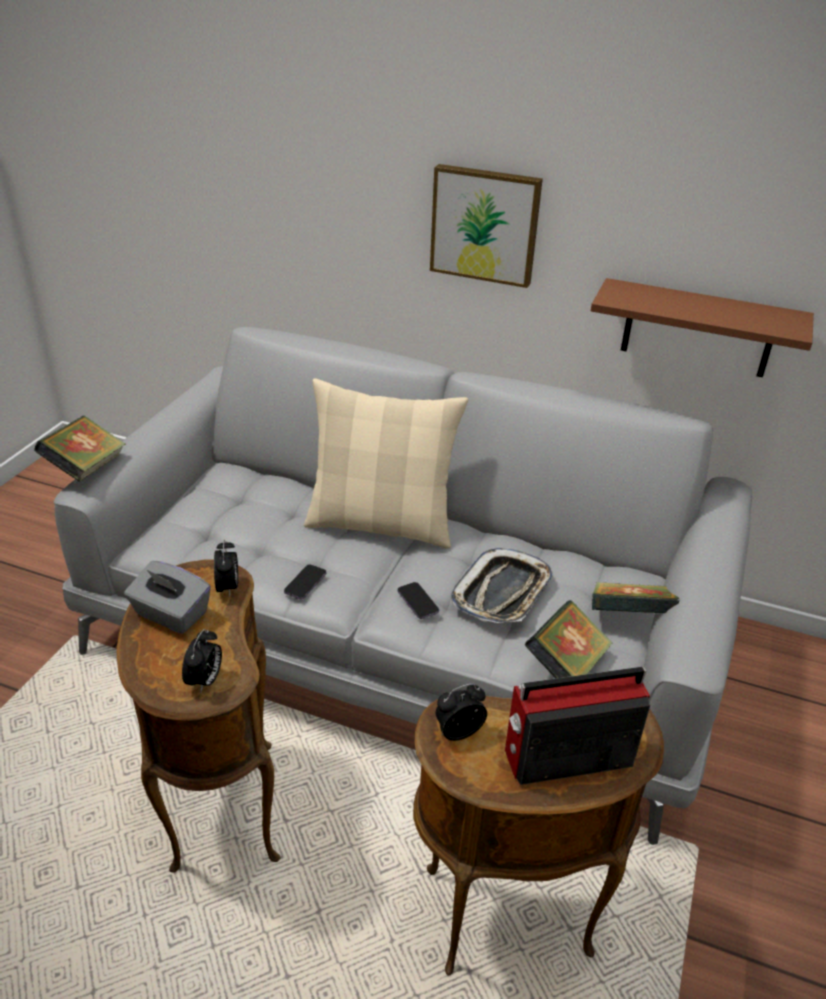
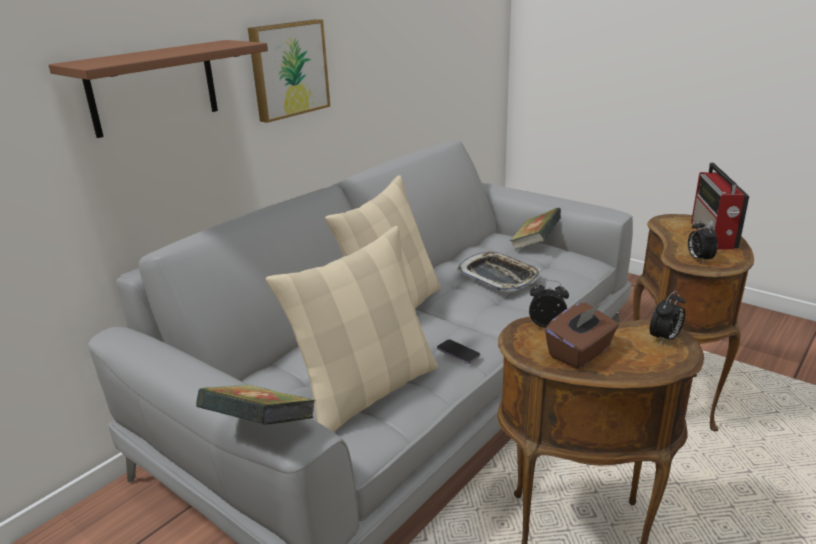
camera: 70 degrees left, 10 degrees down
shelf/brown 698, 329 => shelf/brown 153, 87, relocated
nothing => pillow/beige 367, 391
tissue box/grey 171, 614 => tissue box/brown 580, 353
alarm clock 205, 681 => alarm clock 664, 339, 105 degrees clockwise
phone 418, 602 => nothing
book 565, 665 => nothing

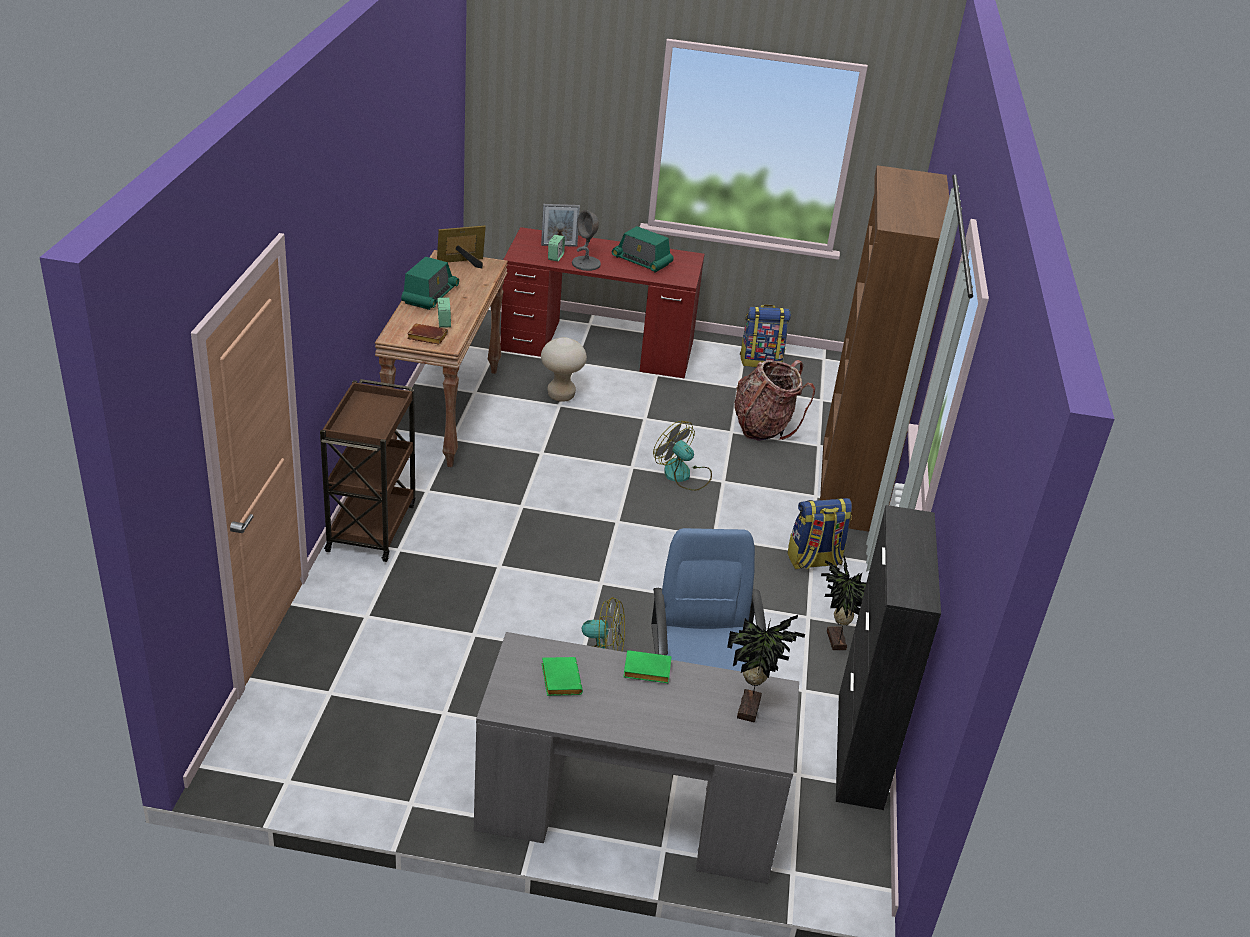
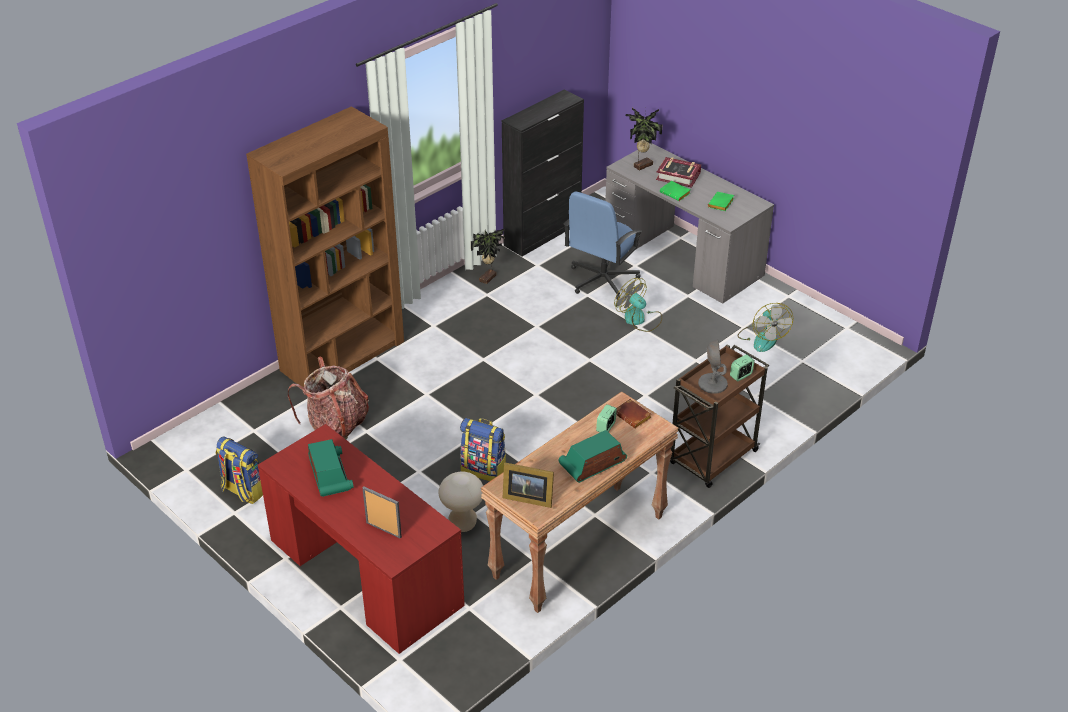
camera: 140 degrees left, 5 degrees up
backpack 814, 561 => backpack 484, 469, relocated
nothing => book 678, 176
table lamp/grey 586, 264 => table lamp/grey 712, 383, relocated
alarm clock 555, 257 => alarm clock 741, 375, relocated
fan 683, 475 => fan 762, 338, relocated

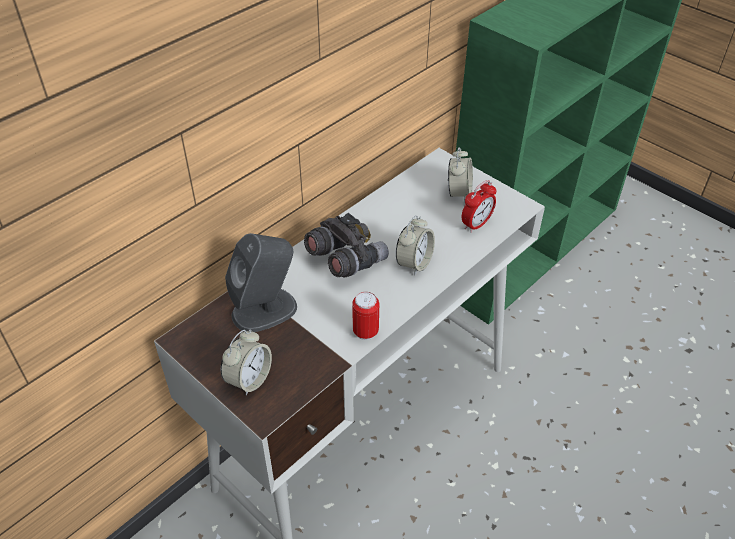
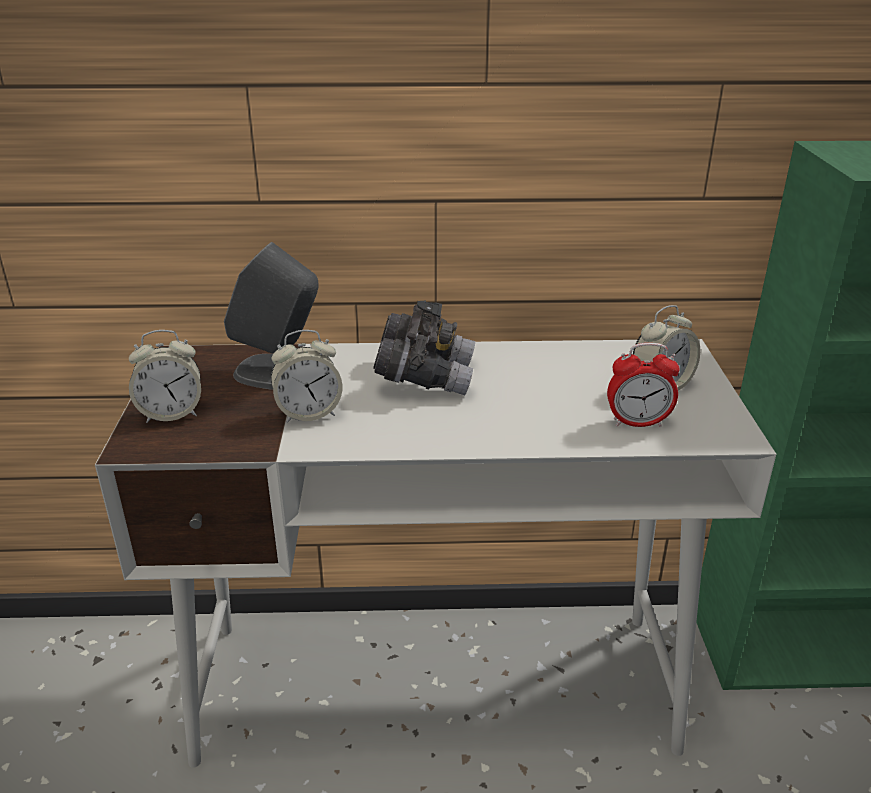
camera: 45 degrees right, 15 degrees down
alarm clock 414, 263 => alarm clock 308, 413, relocated
can 365, 332 => nothing

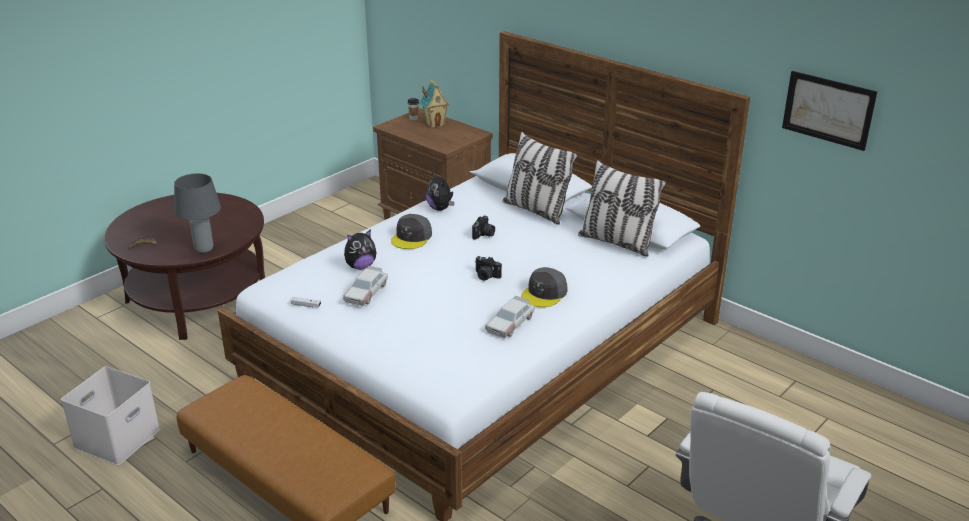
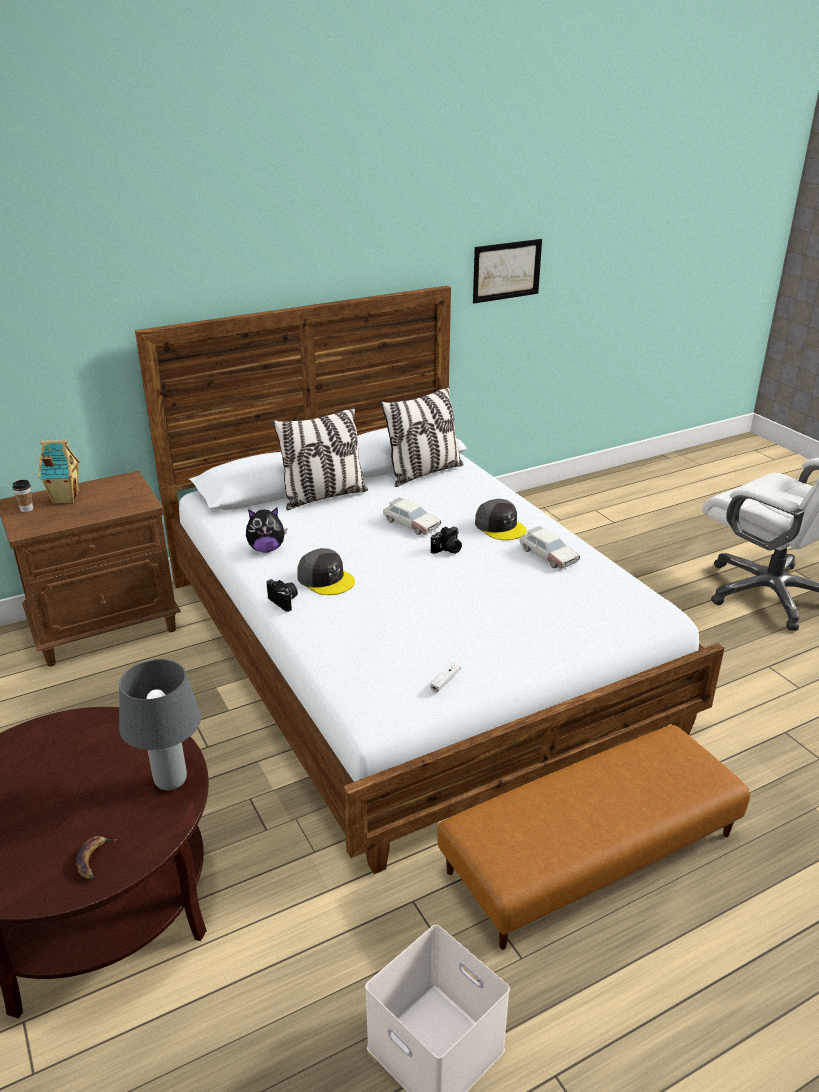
camera: 70 degrees left, 0 degrees up
photo camera 484, 235 => photo camera 285, 601, relocated
toy car 366, 292 => toy car 411, 523, relocated
plush toy 360, 266 => nothing

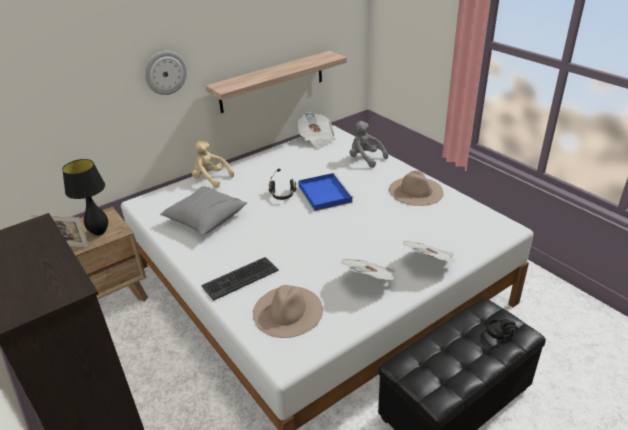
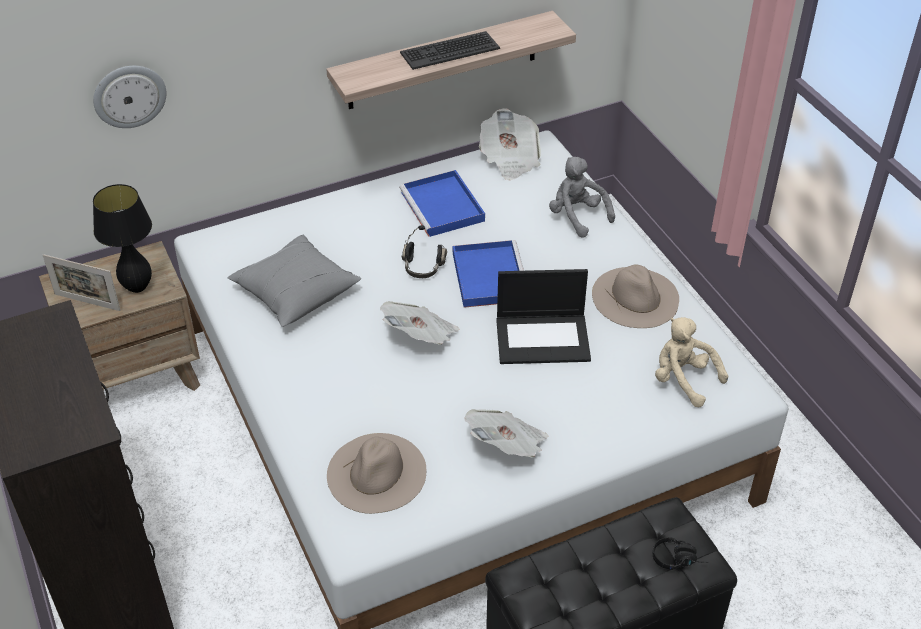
camera: 10 degrees right, 10 degrees up
wall clock 165, 72 => wall clock 129, 95, relocated
newspaper 430, 262 => newspaper 421, 337, relocated
nothing => tray/blue 443, 207
keyboard 240, 278 => keyboard 449, 51, relocated
nothing => laptop 543, 338
plush toy/beige 211, 179 => plush toy/beige 683, 379, relocated

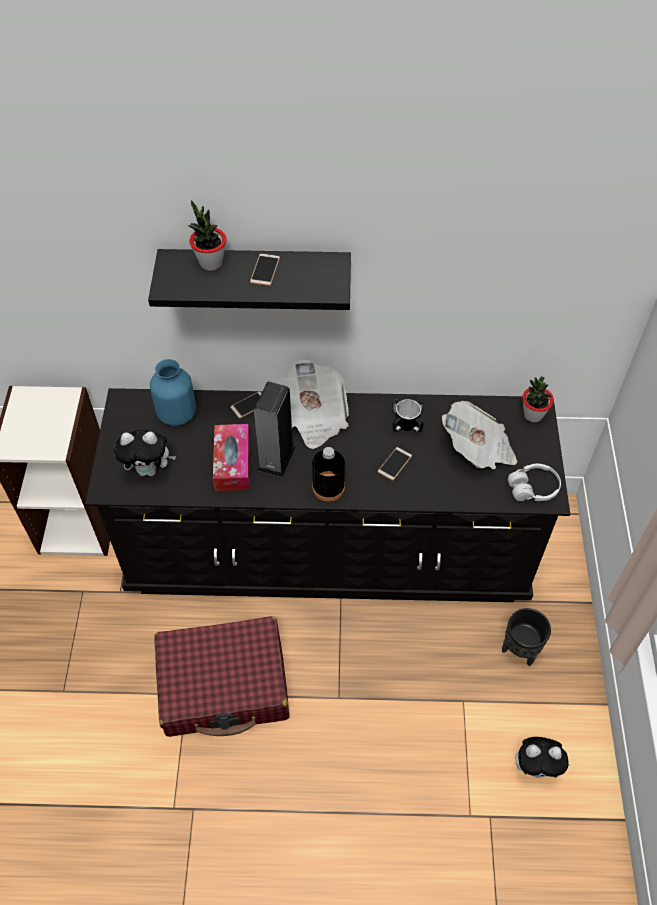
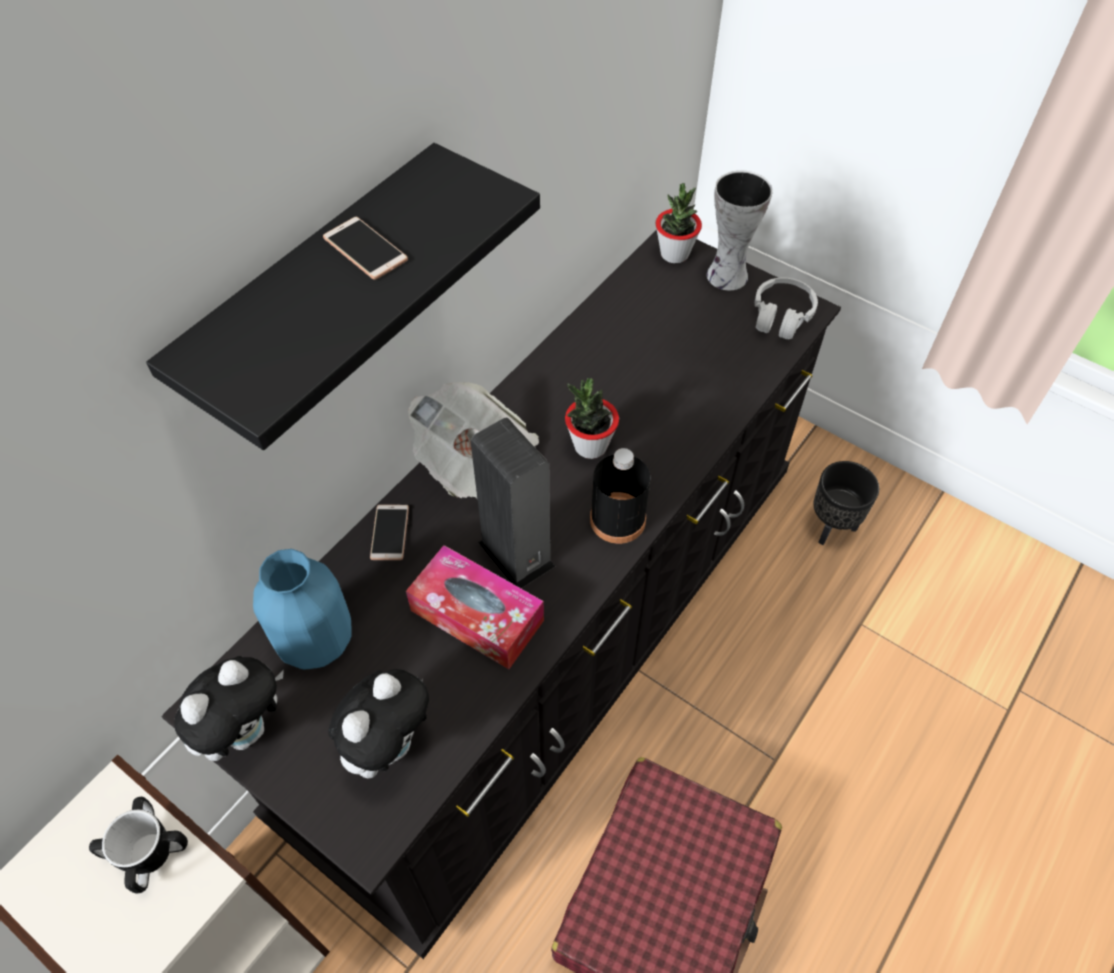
camera: 55 degrees left, 0 degrees up
mug 406, 424 => mug 149, 852, relocated
plush toy 536, 767 => plush toy 246, 730, relocated
potted plant 210, 263 => potted plant 590, 446, relocated
nothing => vase 725, 275
phone 394, 464 => nothing
newspaper 478, 449 => nothing

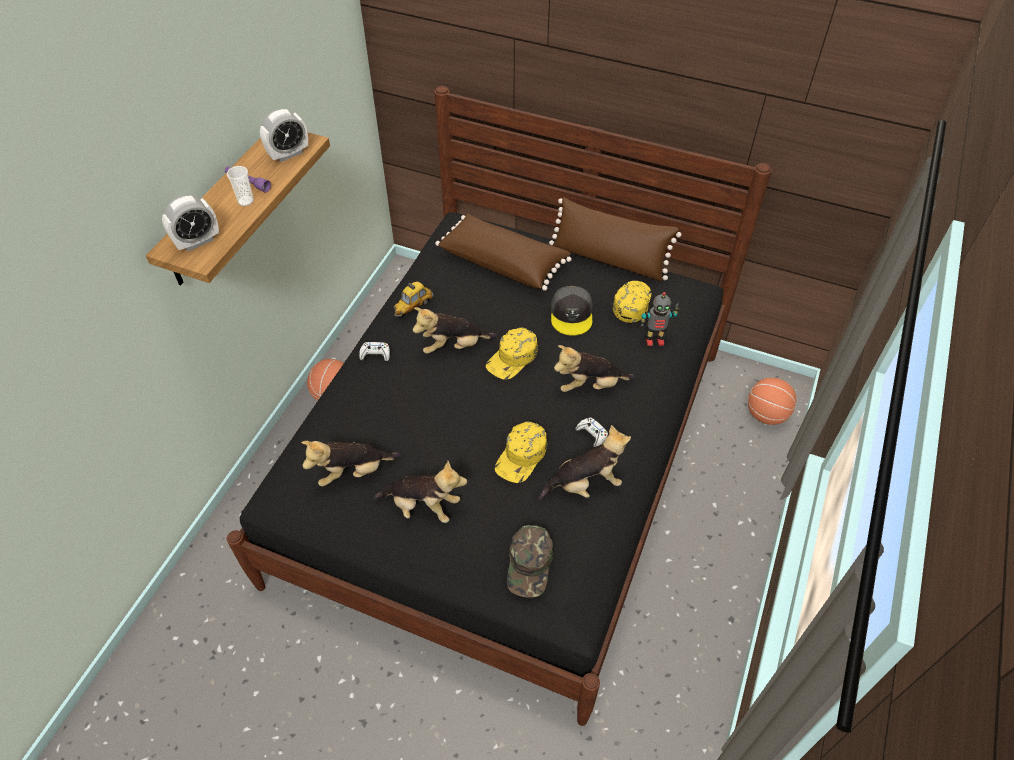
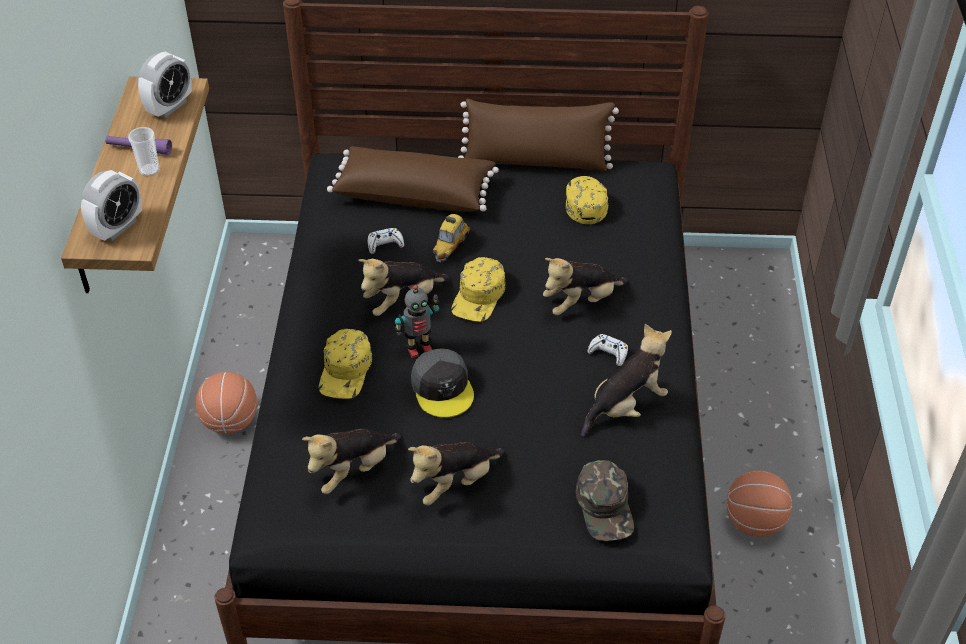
camera: 20 degrees left, 5 degrees down
cap/yellow 522, 456 => cap/yellow 346, 370, relocated
game controller/white 375, 354 => game controller/white 385, 244, relocated
toy robot 654, 340 => toy robot 419, 348, relocated
plush toy 422, 506 => plush toy 454, 483, 150 degrees clockwise
cap/grey 571, 314 => cap/grey 442, 388, relocated
toy car 413, 306 => toy car 451, 247, relocated
basketball 766, 414 => basketball 753, 521, relocated

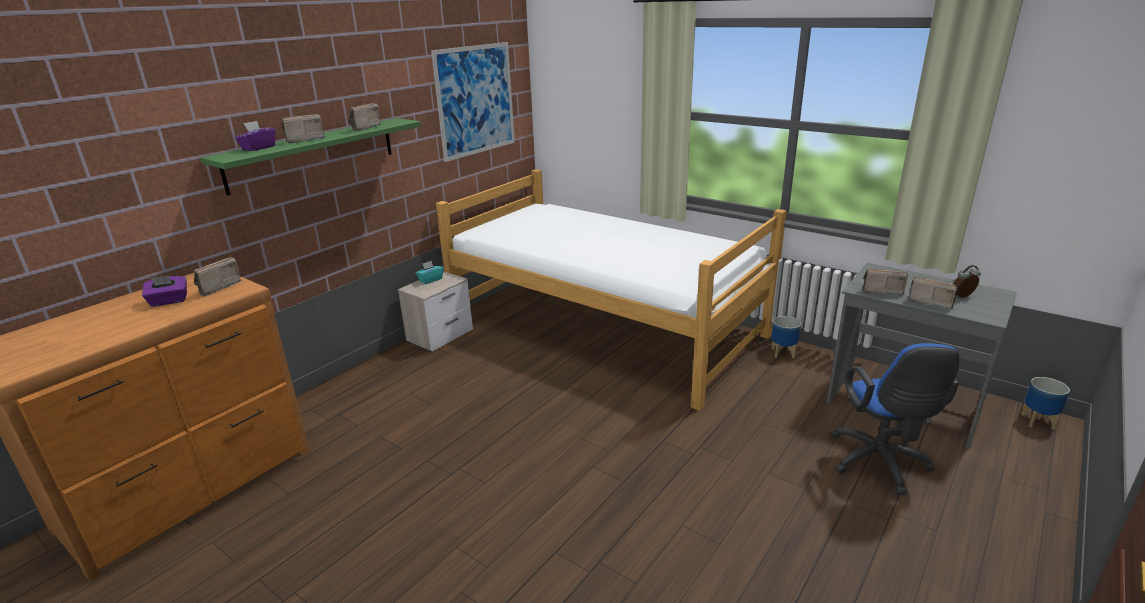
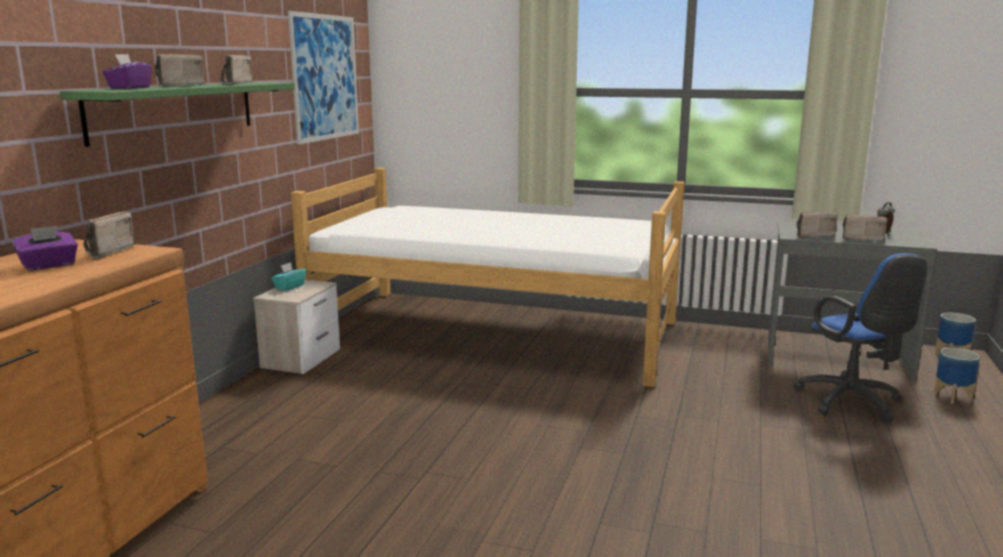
camera: 20 degrees left, 10 degrees down
planter 783, 353 => planter 952, 397, relocated

